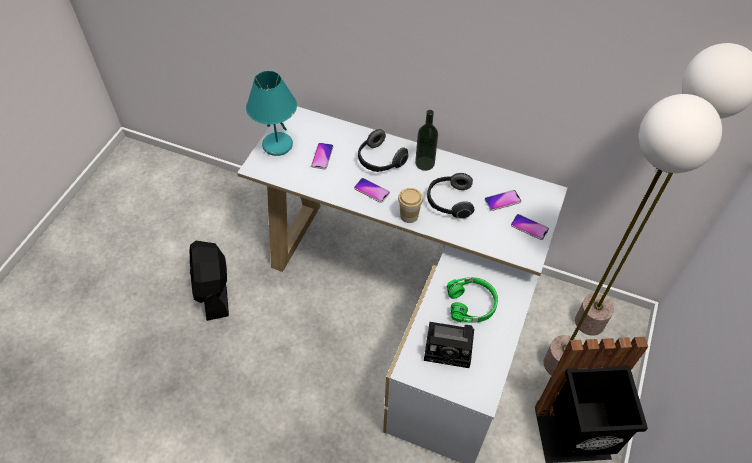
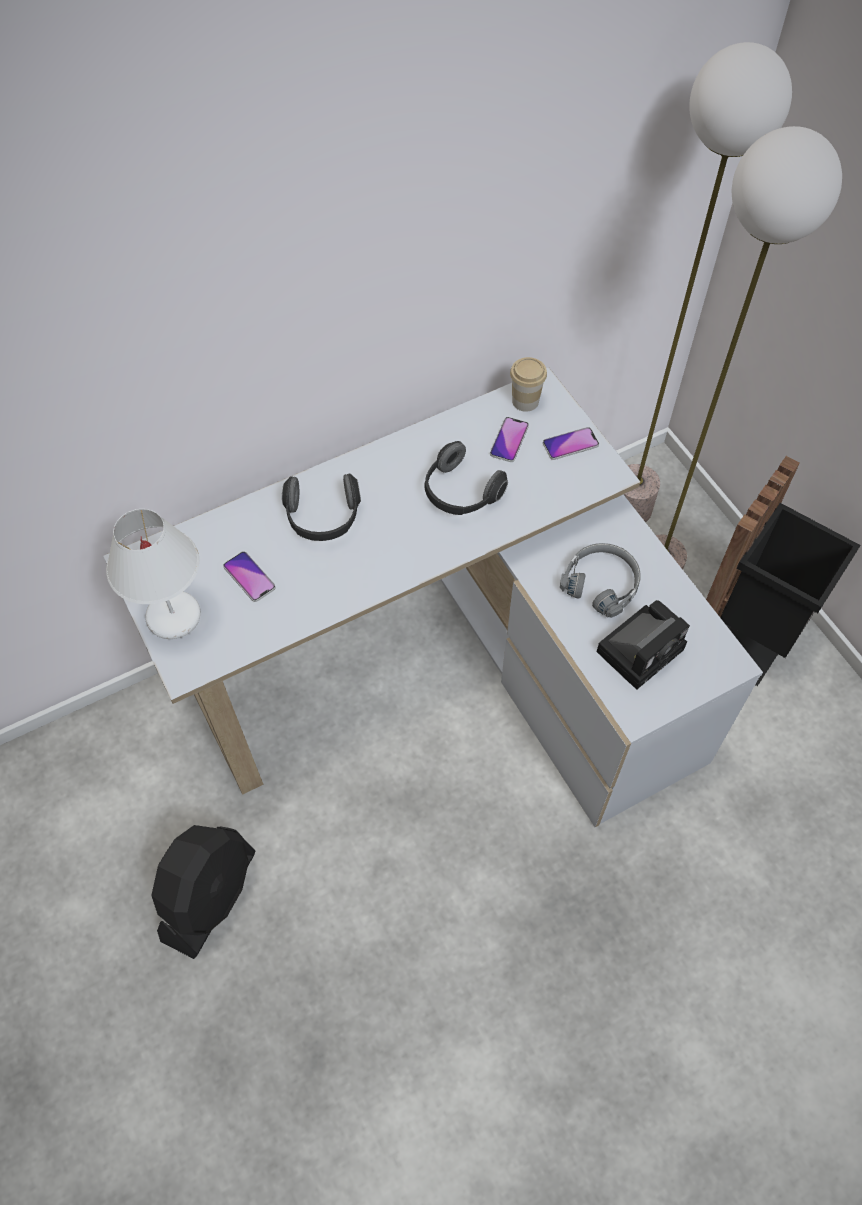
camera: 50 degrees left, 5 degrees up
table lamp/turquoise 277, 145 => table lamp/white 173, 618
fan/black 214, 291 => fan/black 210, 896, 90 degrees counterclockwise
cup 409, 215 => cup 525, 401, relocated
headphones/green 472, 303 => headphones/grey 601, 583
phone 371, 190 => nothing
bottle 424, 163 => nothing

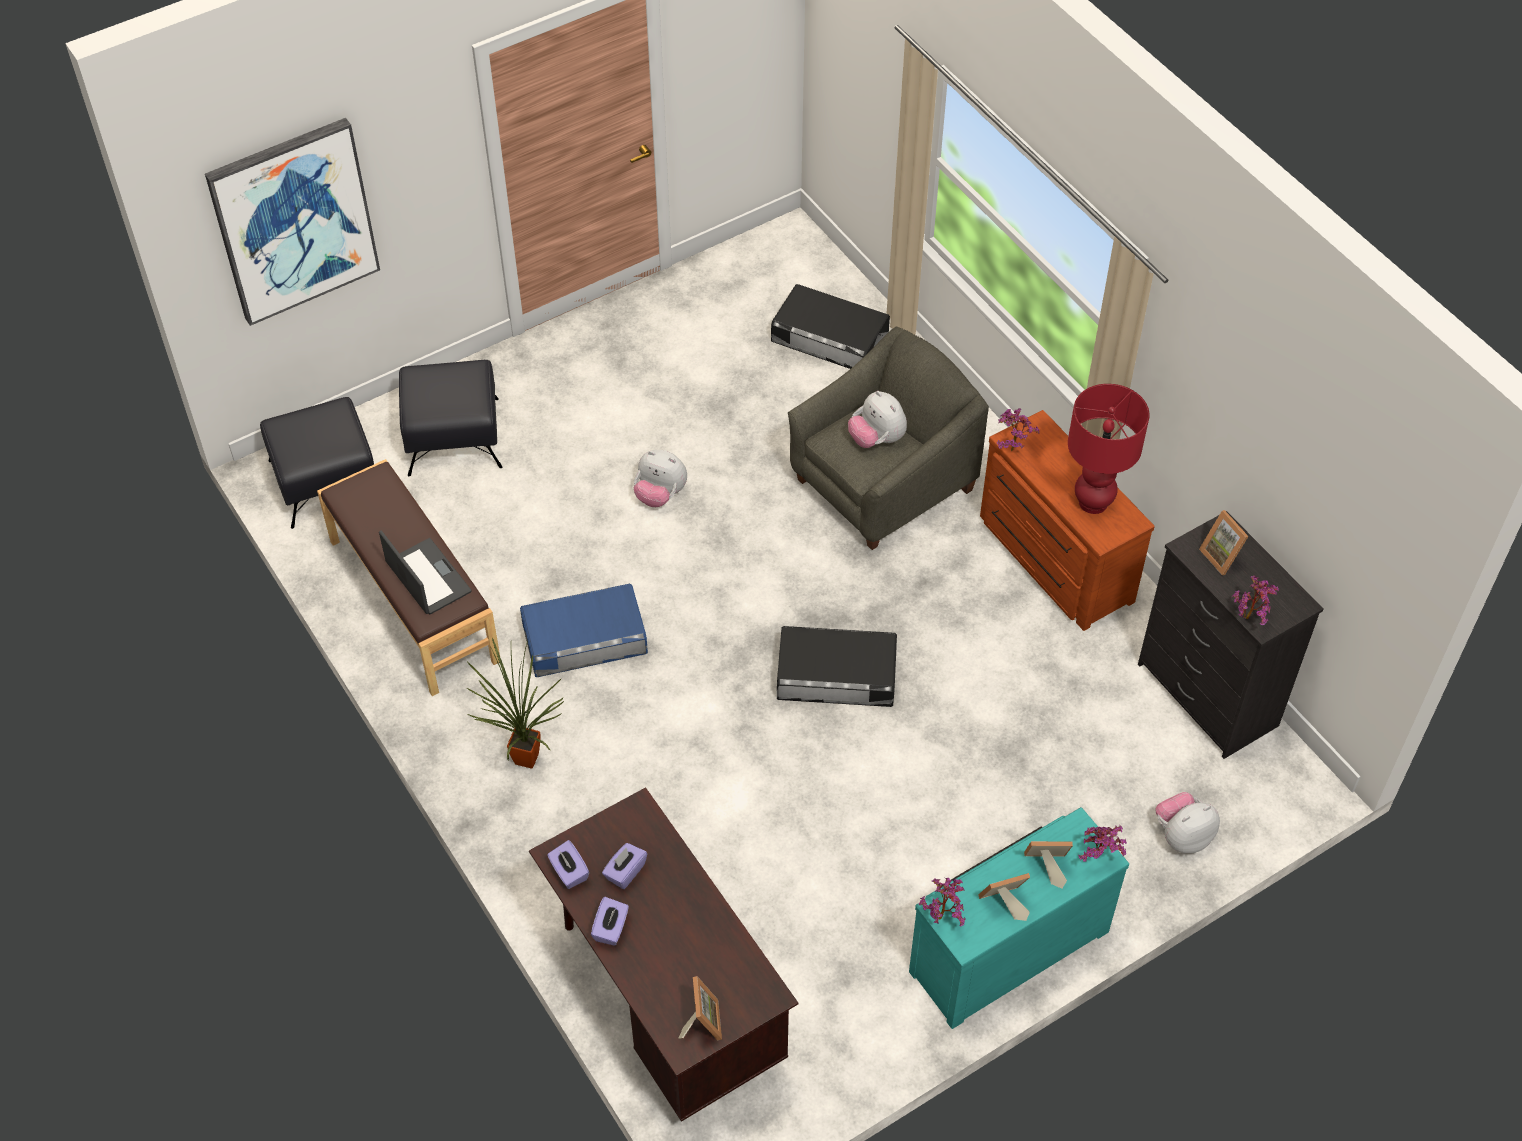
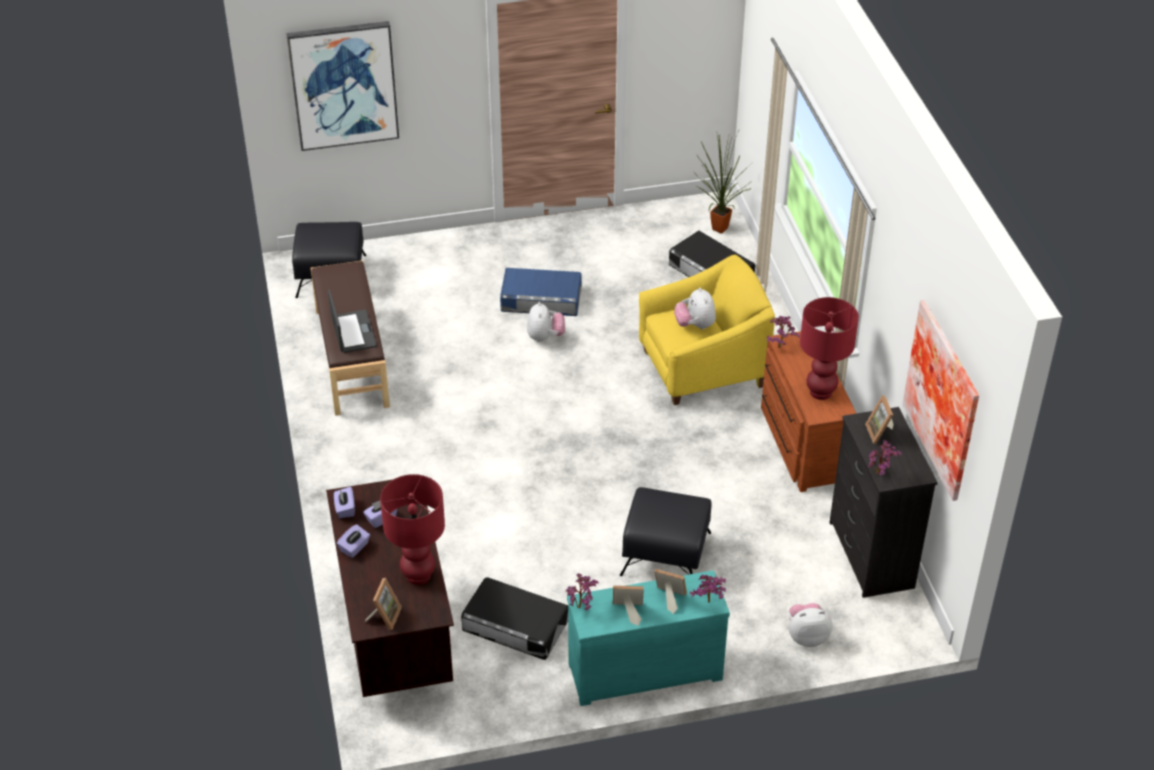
camera: 20 degrees right, 10 degrees down
nothing => table lamp/red 419, 575
storage box/black 836, 674 => storage box/black 515, 625, relocated
storage box/blue 584, 637 => storage box/blue 541, 298, relocated
plush toy 660, 495 => plush toy 545, 337, 135 degrees counterclockwise
ottoman/black 454, 437 => ottoman/black 666, 554, relocated
armchair/grey 883, 484 => armchair/yellow 702, 368
potted plant 524, 763 => potted plant 718, 230, relocated
nothing => picture 946, 399

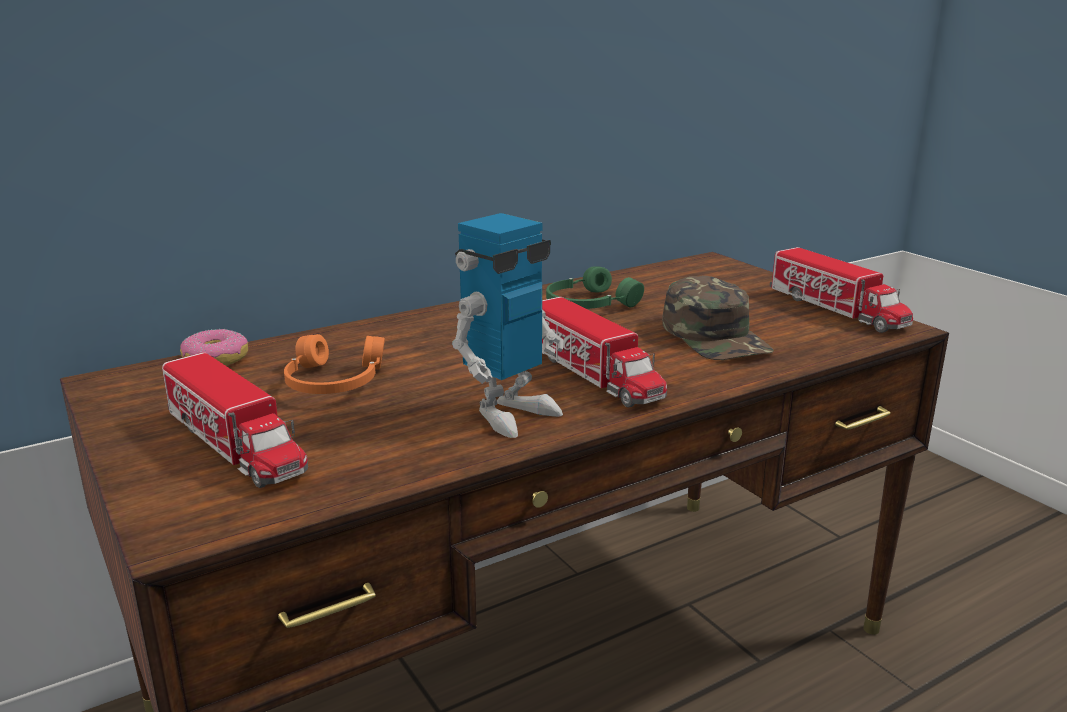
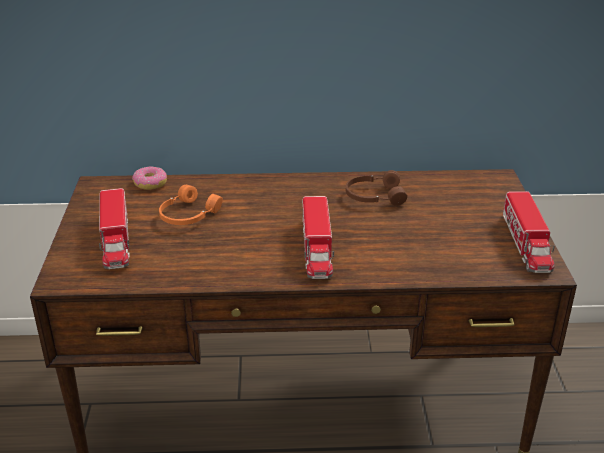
camera: 30 degrees right, 10 degrees up
headphones/green 588, 305 => headphones/brown 374, 196
toy robot 509, 413 => nothing
cap/green 716, 336 => nothing

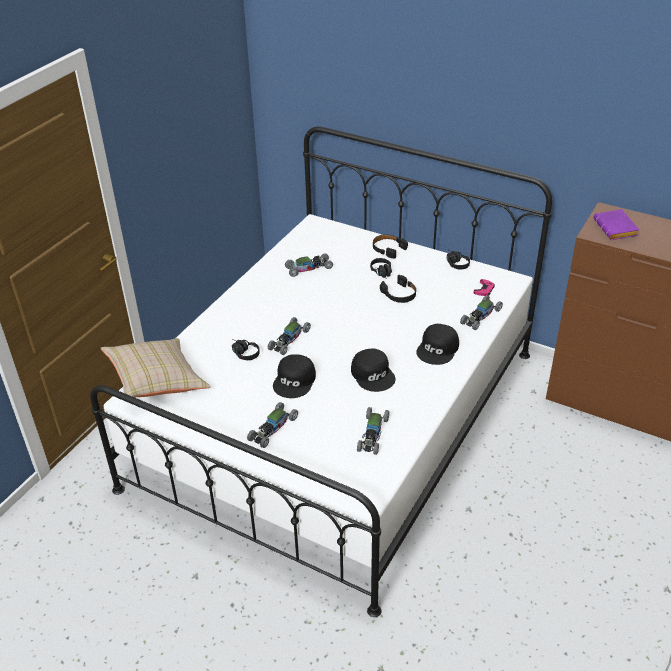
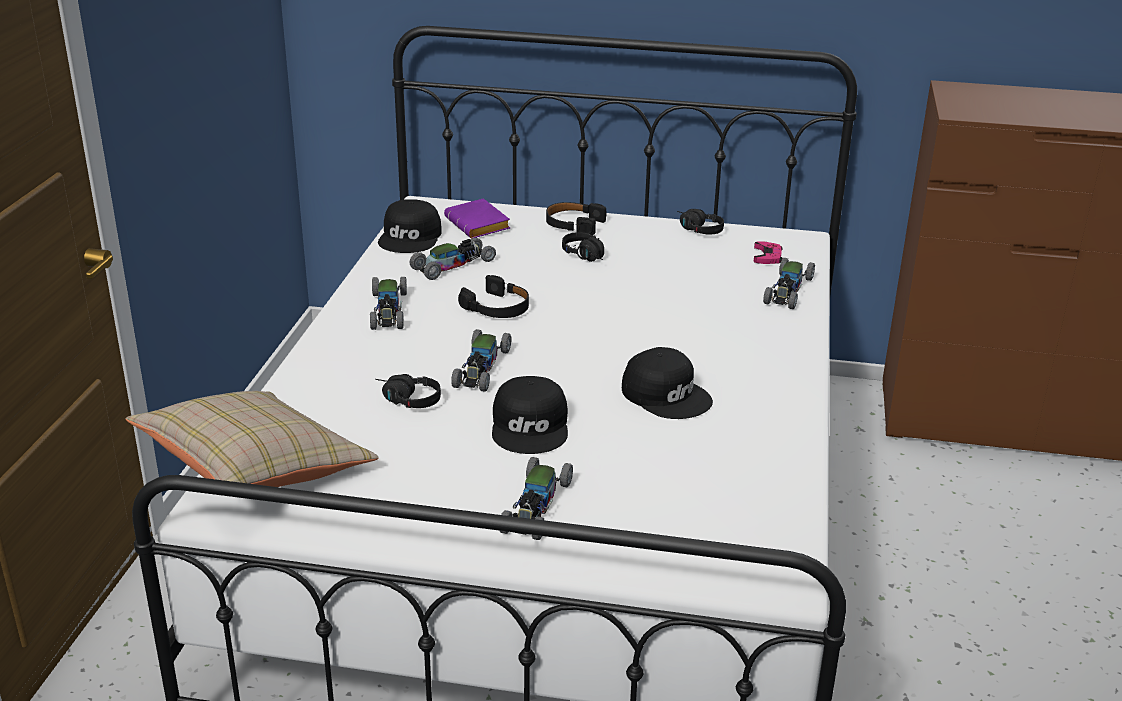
camera: 20 degrees left, 10 degrees down
toy car 372, 434 => toy car 388, 310, relocated
cap/black 438, 349 => cap/black 411, 237, relocated
book/purple 617, 229 => book/purple 480, 225, relocated
headphones/black 399, 294 => headphones/black 497, 308, relocated

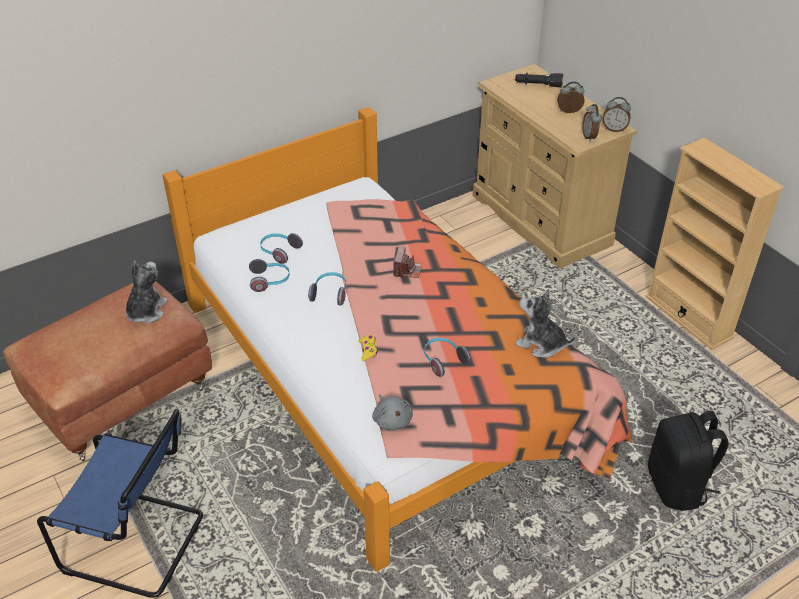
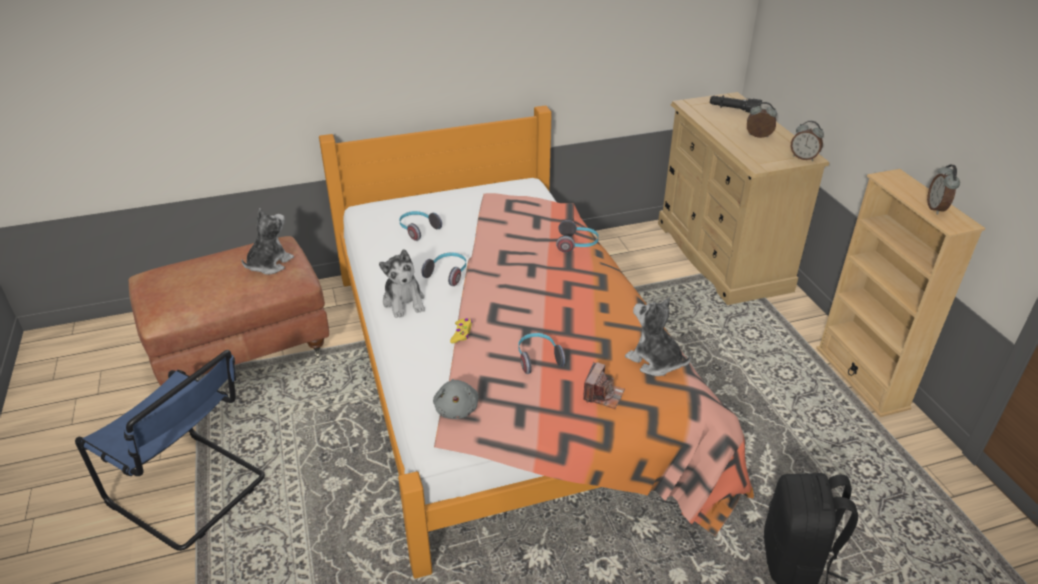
camera: 15 degrees right, 5 degrees down
nothing => plush toy 404, 301
headphones 270, 281 => headphones 577, 244, relocated
photo camera 407, 270 => photo camera 603, 395, relocated
alarm clock 589, 137 => alarm clock 936, 208, relocated

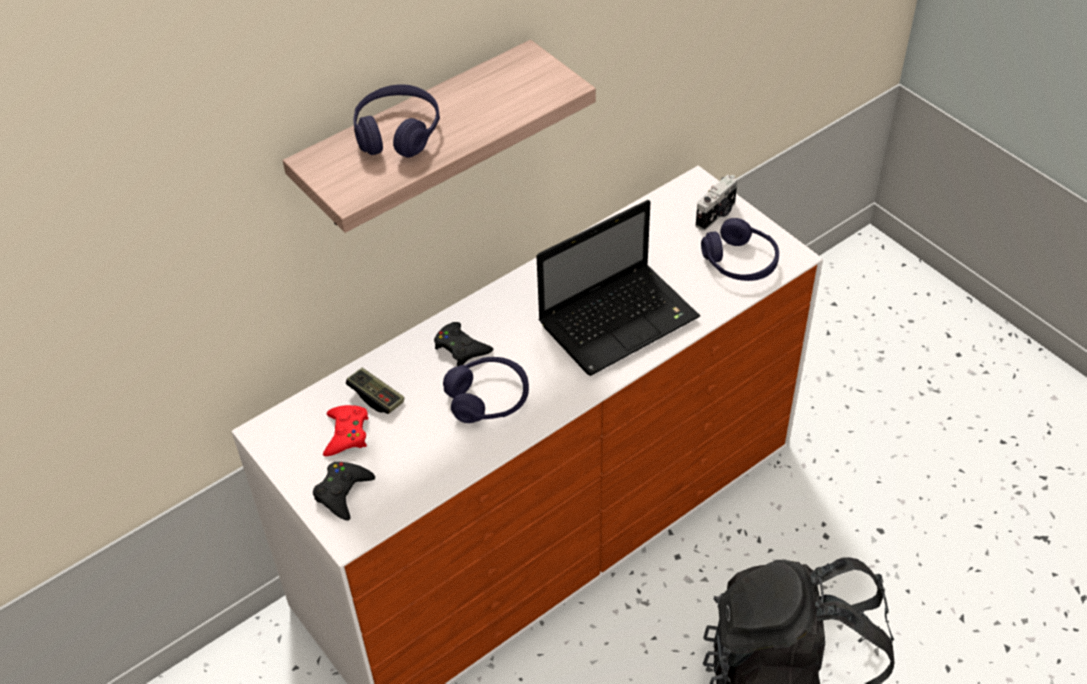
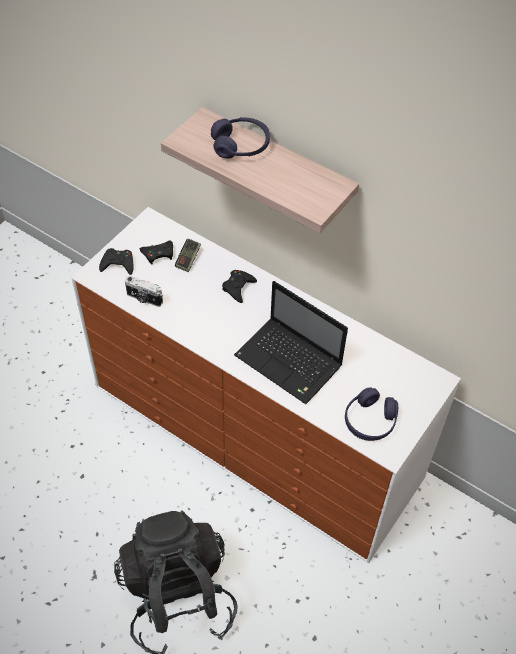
camera: 70 degrees right, 5 degrees up
photo camera 717, 215 => photo camera 144, 299, relocated
game controller/red 346, 434 => game controller/black 158, 254
headphones/purple 488, 399 => nothing

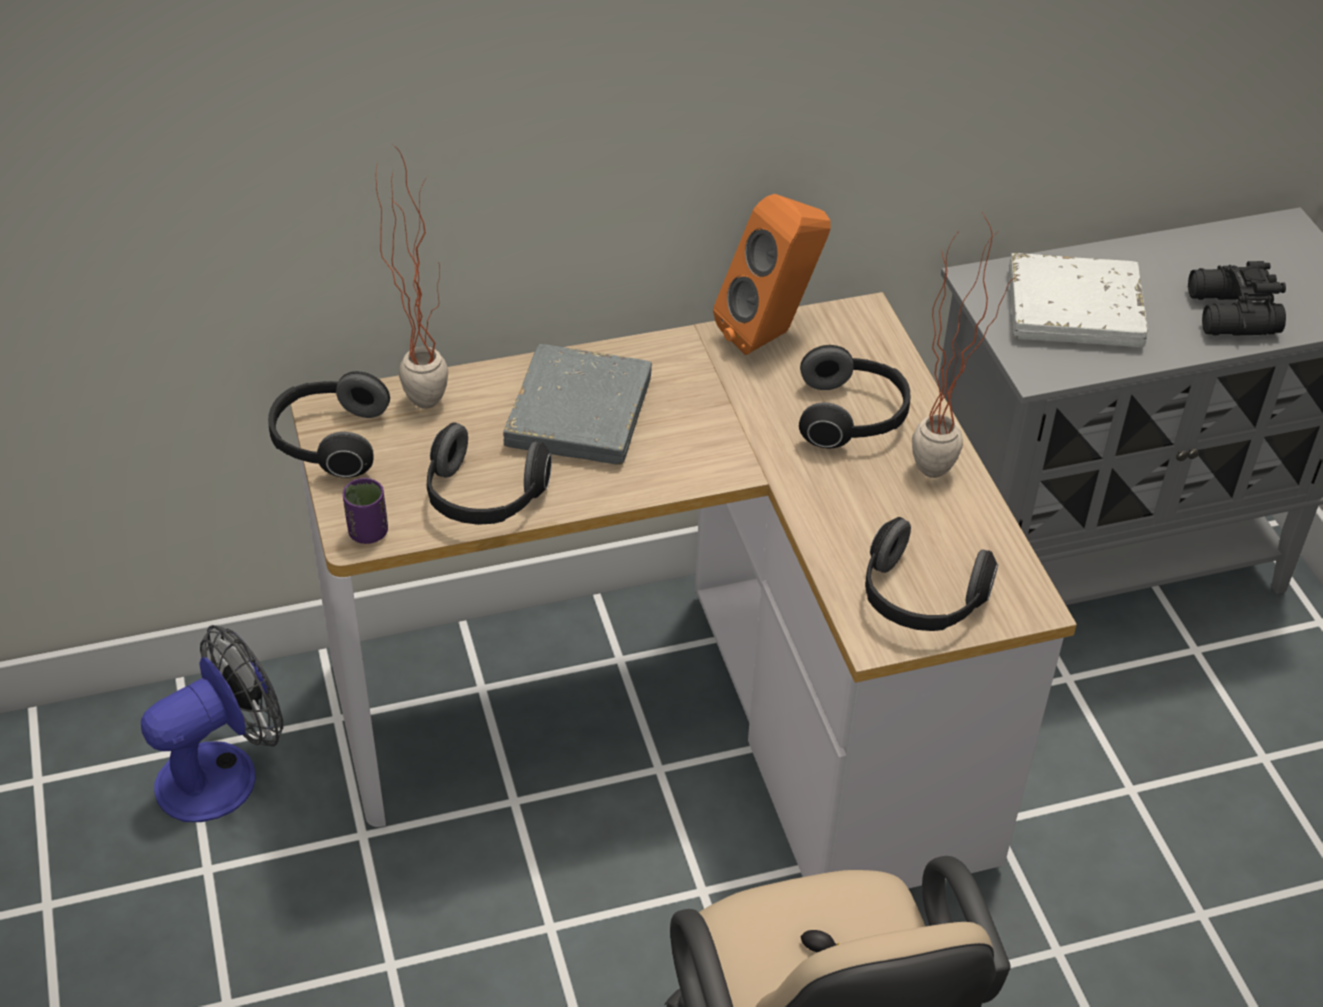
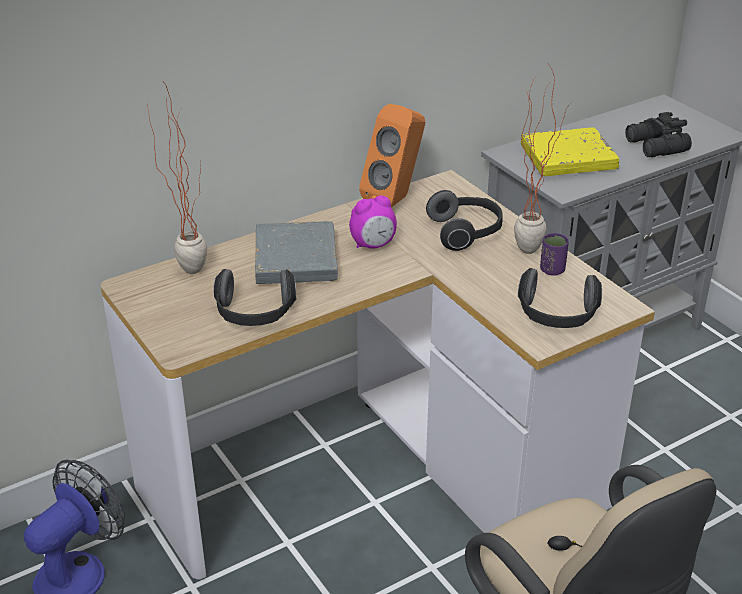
camera: 15 degrees left, 10 degrees down
nothing => alarm clock 373, 245
book/white 1074, 309 => book/yellow 568, 158
cup/purple 368, 532 => cup/purple 552, 270, relocated
headphones 328, 442 => nothing

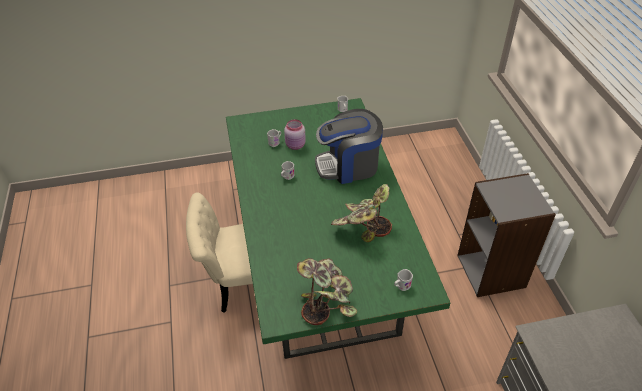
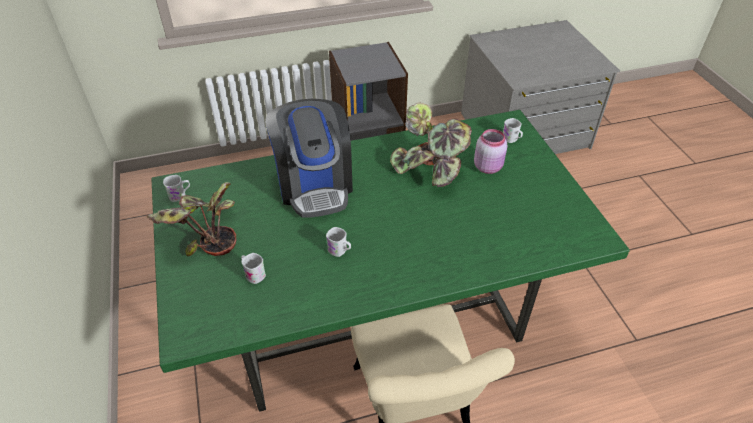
camera: 95 degrees left, 0 degrees up
potted plant 326, 300 => potted plant 200, 235, relocated
jar/pink 295, 145 => jar/pink 488, 166, relocated

